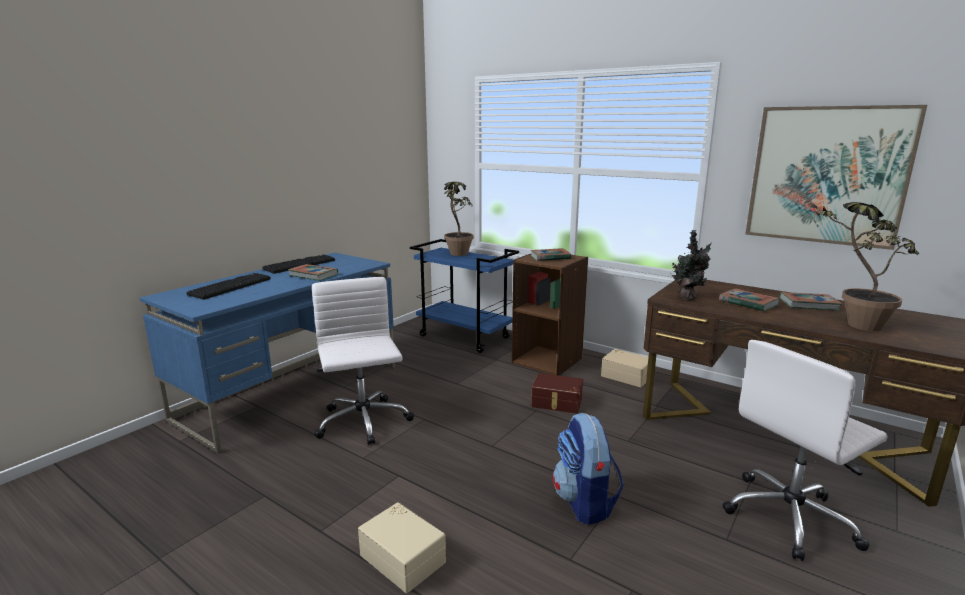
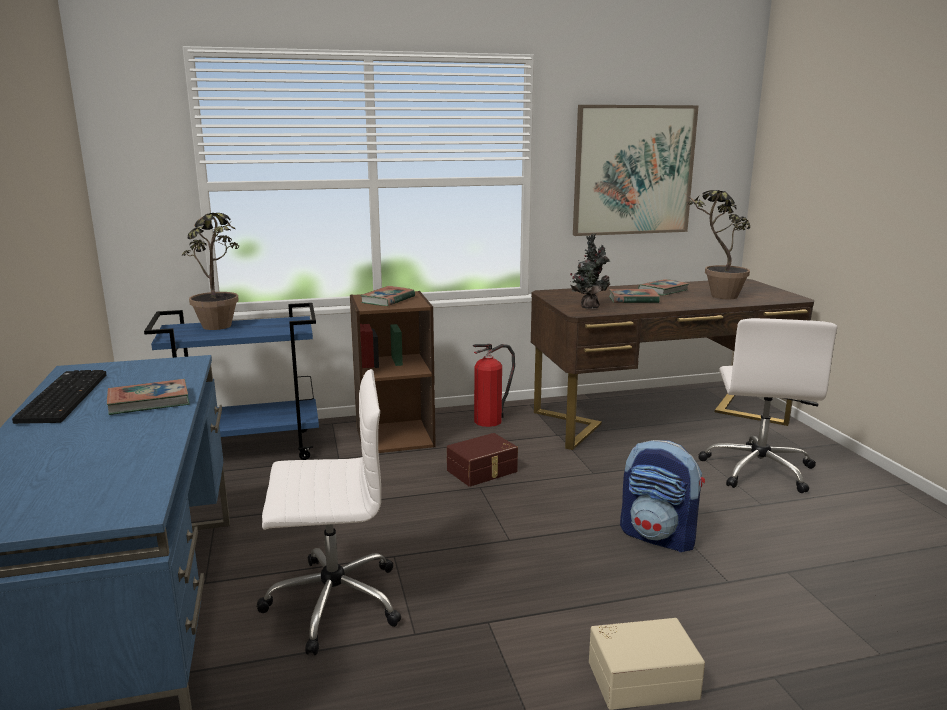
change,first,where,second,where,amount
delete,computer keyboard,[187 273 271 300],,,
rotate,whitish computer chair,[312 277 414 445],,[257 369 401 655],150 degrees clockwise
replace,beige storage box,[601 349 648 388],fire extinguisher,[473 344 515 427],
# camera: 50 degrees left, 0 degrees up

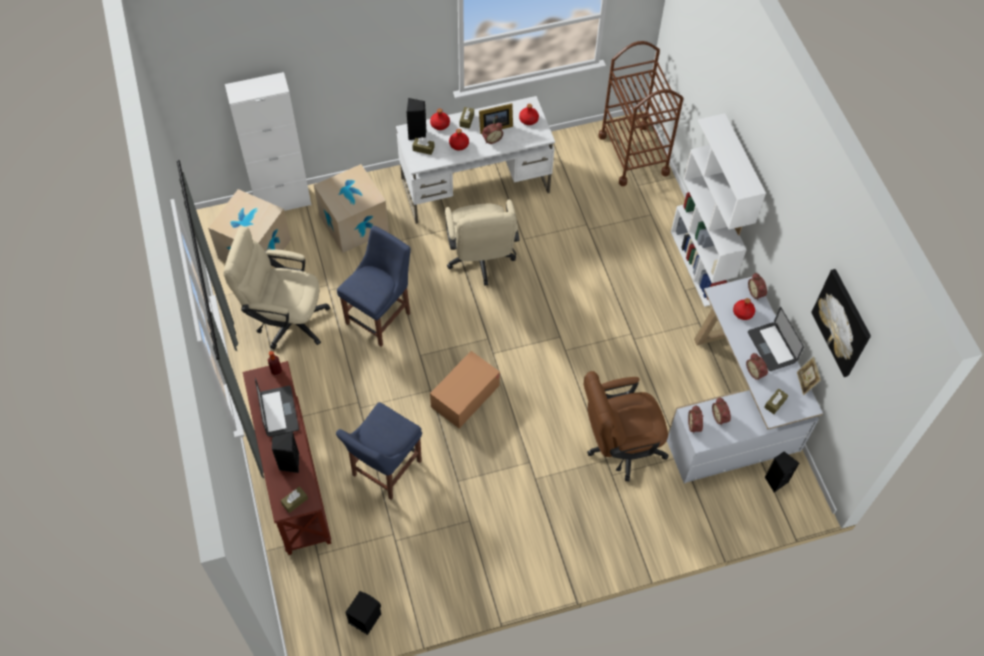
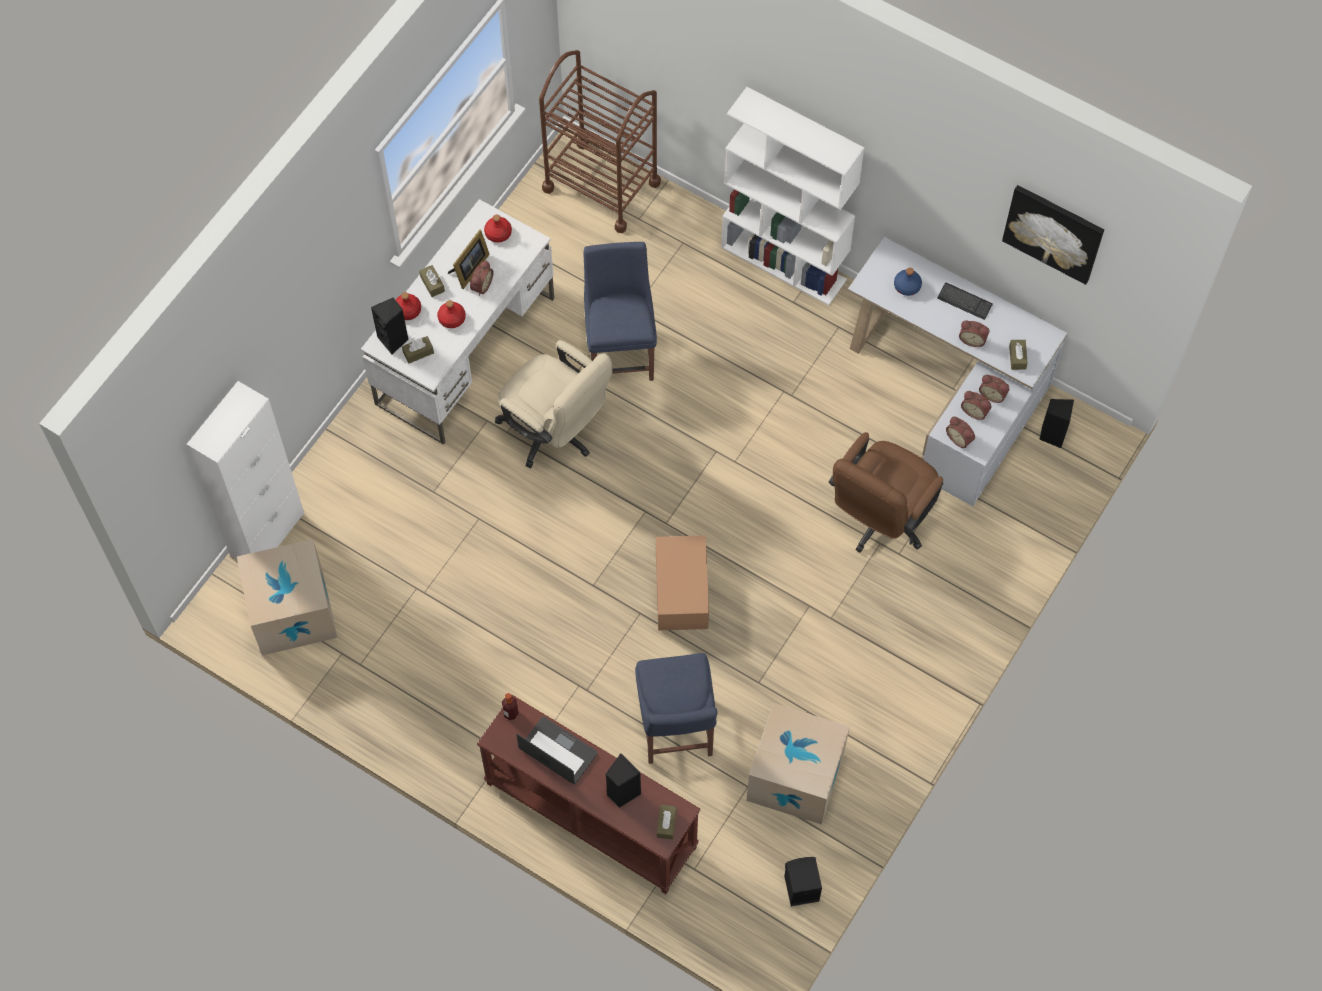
change,first,where,second,where,amount
delete,beige computer chair,[224 227 331 349],,,
move,packing box,[314 164 389 253],,[746 703 850 825],
move,blue chair,[337 226 411 347],,[583 242 657 381],
recolor,reddish bottle,[733 298 755 320],blue bottle,[894 268 922 296],
move,alarm clock,[748 273 767 300],,[979 375 1009 403],
replace,notebook computer,[748 307 804 371],computer keyboard,[937 283 993 320],
delete,standing frame,[797 357 821 395],,,
# camera: 40 degrees left, 5 degrees up

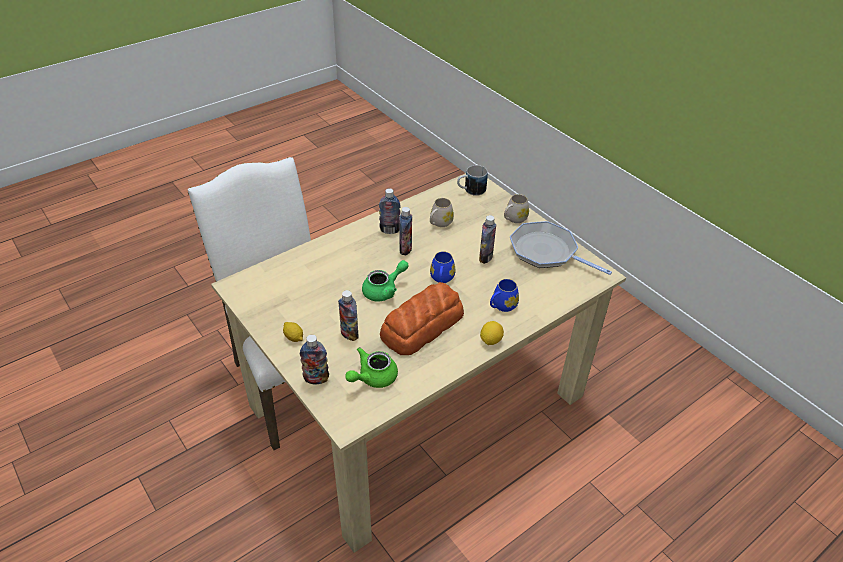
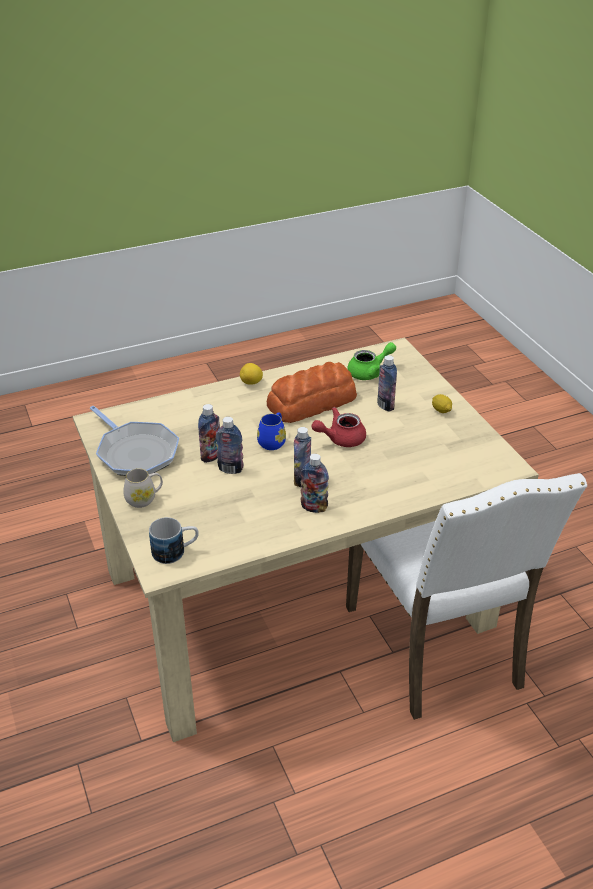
change,first,where,second,where,amount
move,bottle,[300 335 329 384],,[216 417 244 474],
recolor,green teapot,[362 260 409 302],reddish teapot,[312 407 366 447],
delete,whitish mug,[430 198 454 227],,,
delete,blue mug,[490 279 519 312],,,
# camera: 165 degrees left, 5 degrees down

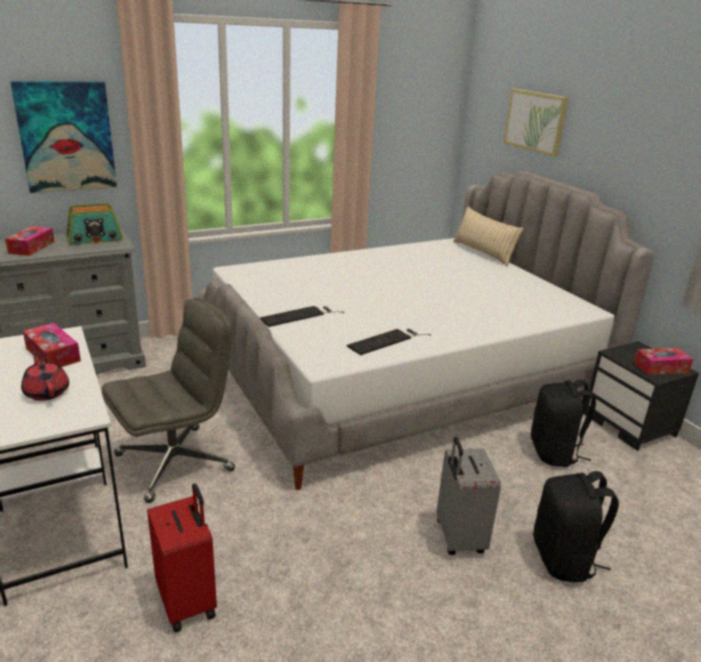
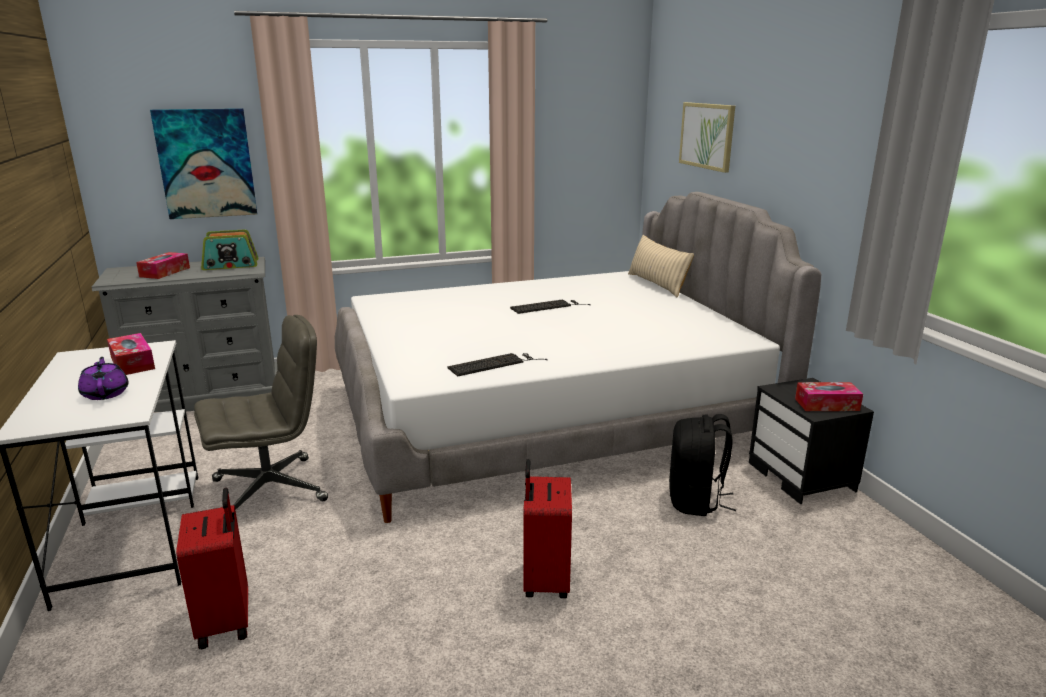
change,first,where,second,where,amount
recolor,reddish teapot,[21 354 69 401],purplish teapot,[78 357 129 400],
move,computer keyboard,[260 306 345 327],,[510 300 591 314],
recolor,greyish suitcase,[437 437 501 555],reddish suitcase,[523 459 572 598],
delete,black-coloured backpack,[533 471 619 582],,,
# camera: 10 degrees right, 5 degrees down

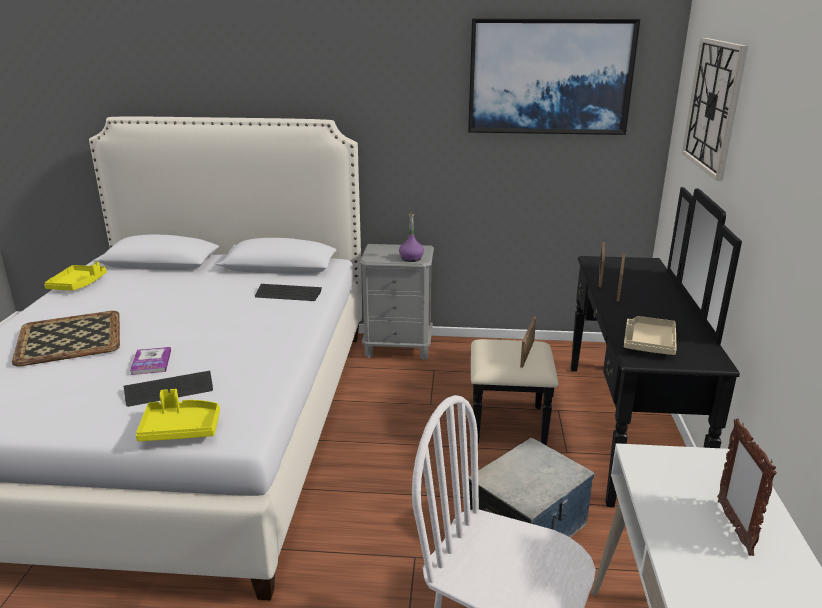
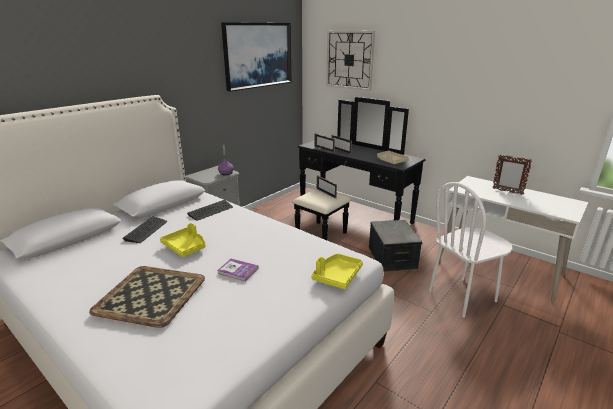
change,first,where,second,where,amount
move,yellow-coloured carrying tray,[44 262 107 290],,[160 223 206 257],
move,computer keyboard,[124 371 213 407],,[122 216 167 243],
# camera: 55 degrees left, 0 degrees up

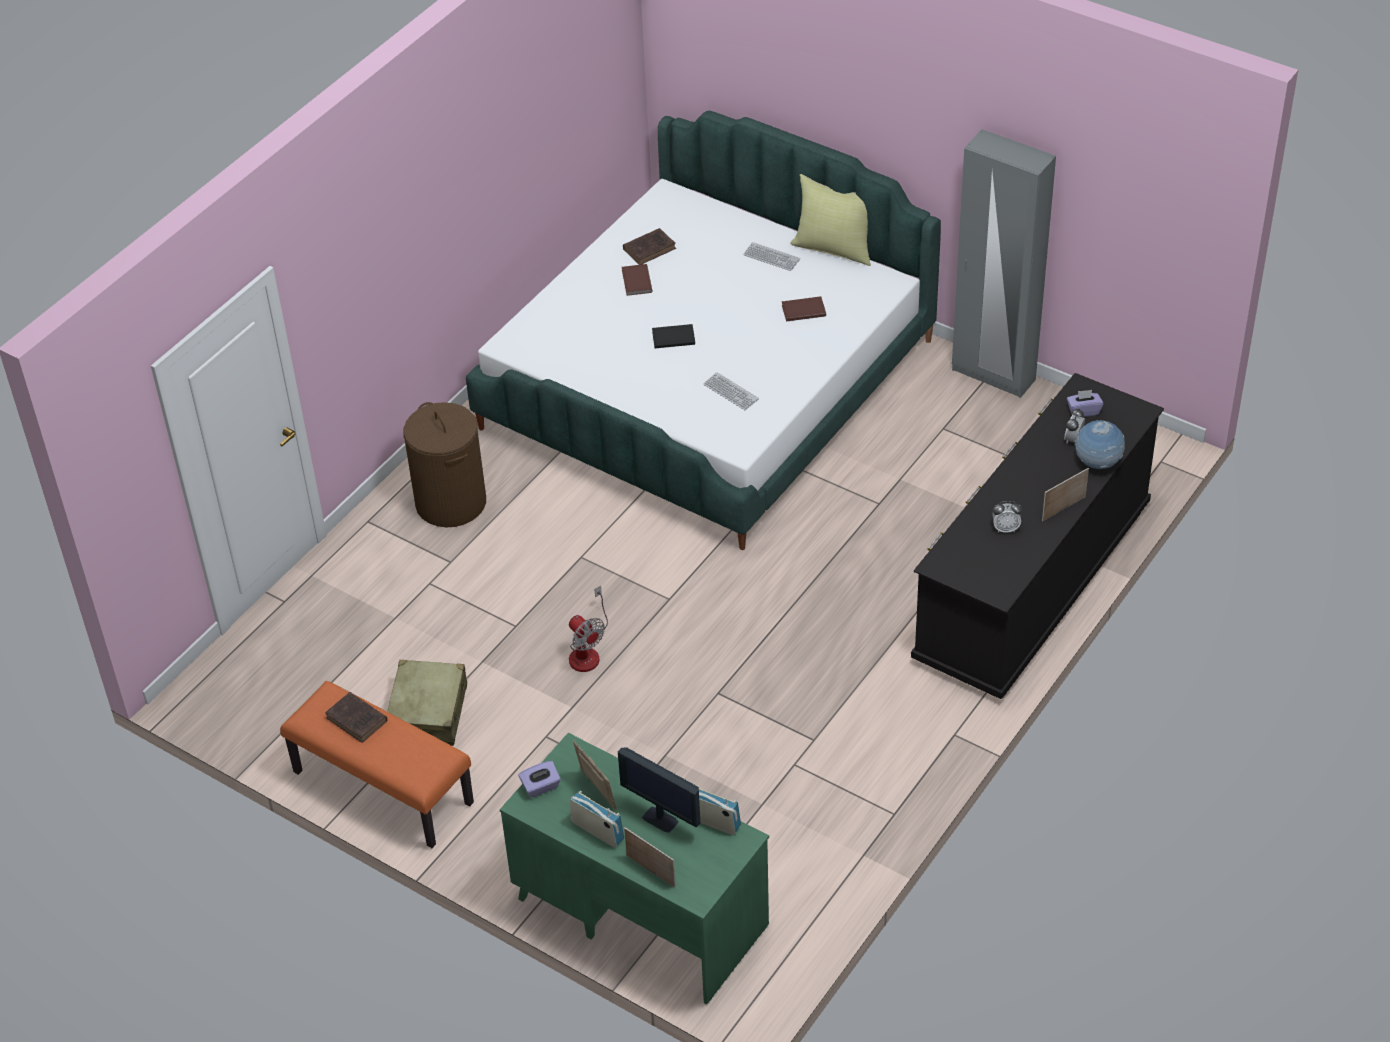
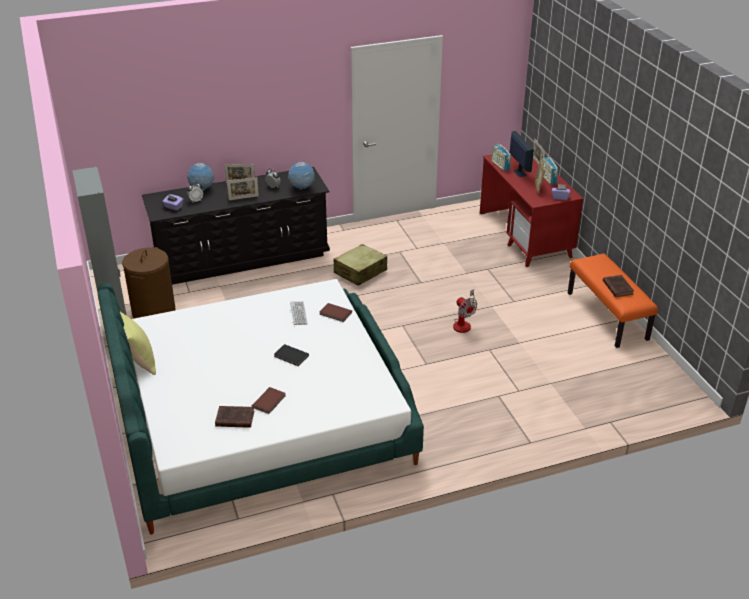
change,first,where,second,where,amount
move,beige suitcase,[387 660 467 746],,[334 244 387 286],
move,brown-coloured laundry basket,[403 402 486 527],,[122 247 176 318],
recolor,green desk table,[500 733 769 1005],reddish desk table,[480 151 584 267],
rotate,fan,[569 586 608 672],,[453 289 477 333],150 degrees clockwise
delete,computer keyboard,[743 242 800 271],,,
move,brown-coloured bound book,[782 296 826 322],,[319 303 352 322],
insert,,,standing frame,[227 177 259 200],
insert,,,world globe,[288 162 315 190],
# camera: 145 degrees left, 10 degrees down

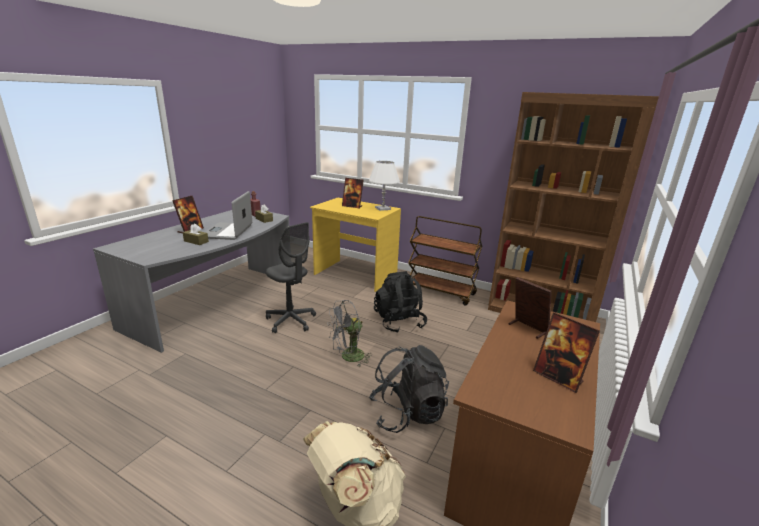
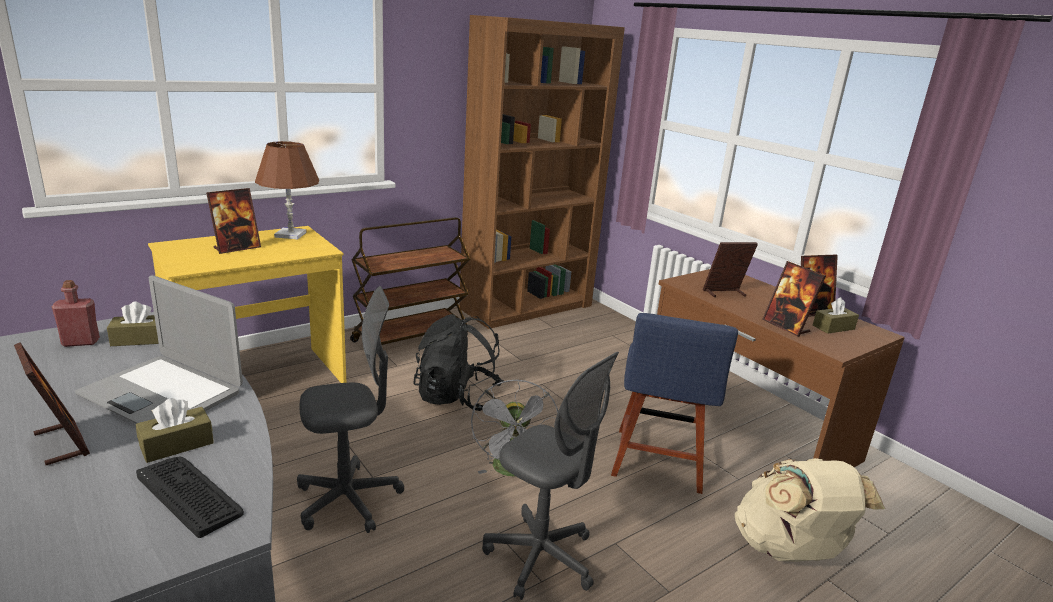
change,first,where,second,where,amount
recolor,whitish lamp for a table,[369 161 400 211],brown-coloured lamp for a table,[255 141 319 239],
replace,black-coloured backpack,[369 345 449 433],blue chair,[611 313 738 494],
insert,,,computer keyboard,[136 457 244 538],
insert,,,greyish computer chair,[482 352 619 600],
insert,,,standing frame,[763 261 826 337],
insert,,,brown-coloured box of tissues,[813 297 859 334],
# camera: 65 degrees left, 0 degrees up

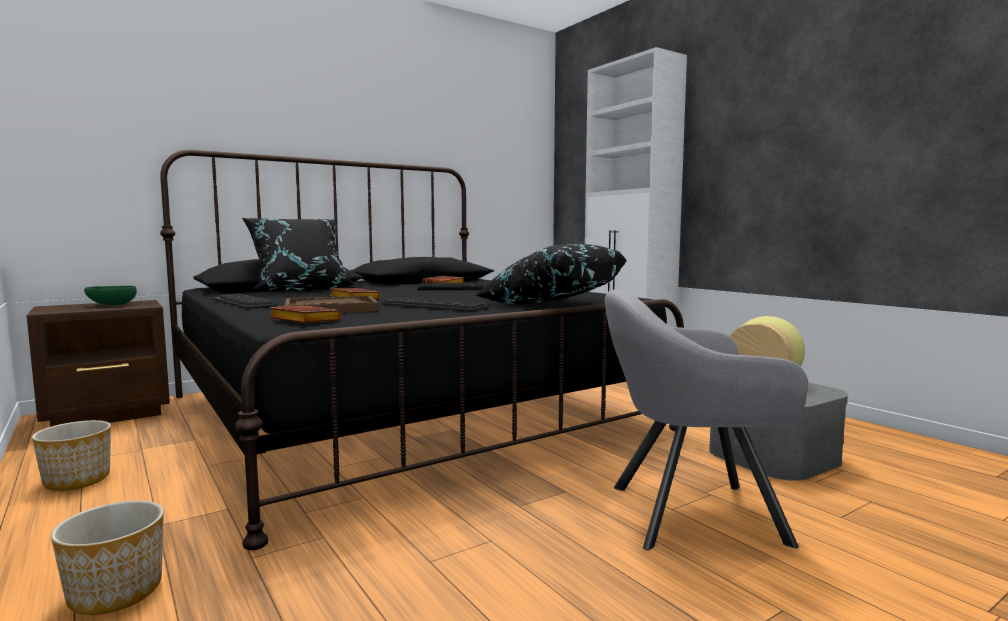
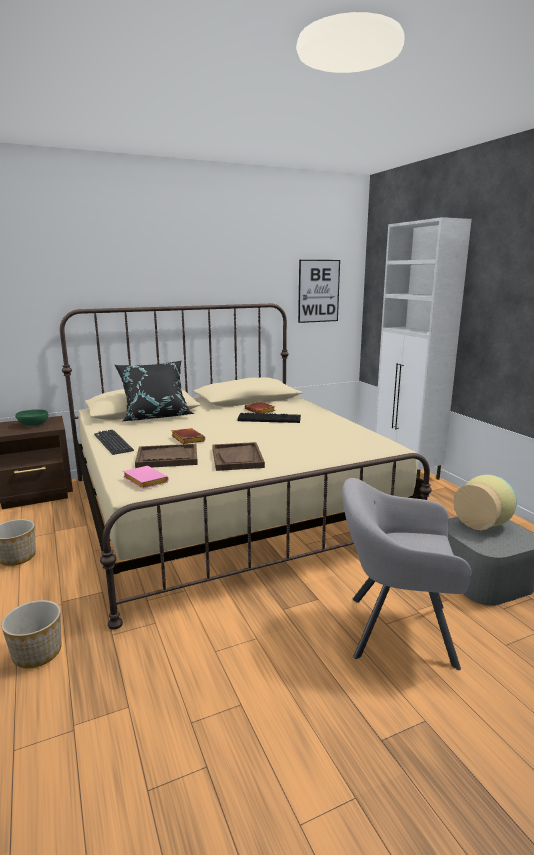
change,first,where,second,where,amount
recolor,black-coloured bed,[160 150 684 550],beige bed,[60 304 432 630],
recolor,brown-coloured bound book,[269 306 342 323],pink bound book,[123 466 169 489],
replace,computer keyboard,[381 298 489 312],brown-coloured carrying tray,[212 442 265 471],
delete,black-coloured pillow,[475 244 627 304],,,
insert,,,picture,[298 260 340 323],
# camera: 10 degrees right, 10 degrees up

